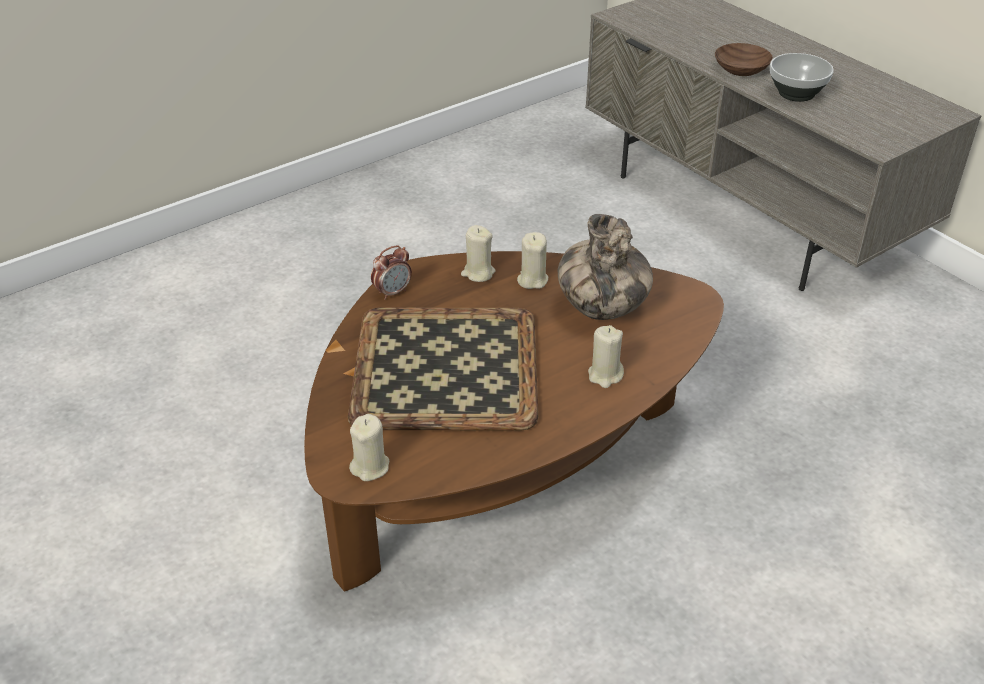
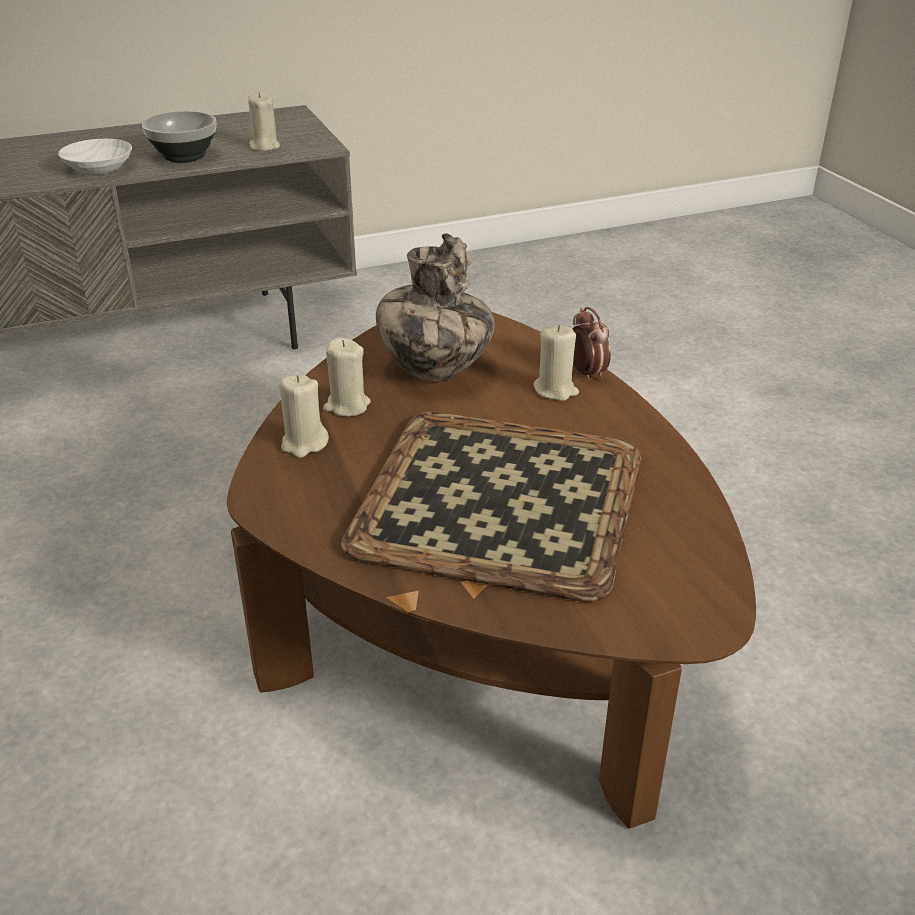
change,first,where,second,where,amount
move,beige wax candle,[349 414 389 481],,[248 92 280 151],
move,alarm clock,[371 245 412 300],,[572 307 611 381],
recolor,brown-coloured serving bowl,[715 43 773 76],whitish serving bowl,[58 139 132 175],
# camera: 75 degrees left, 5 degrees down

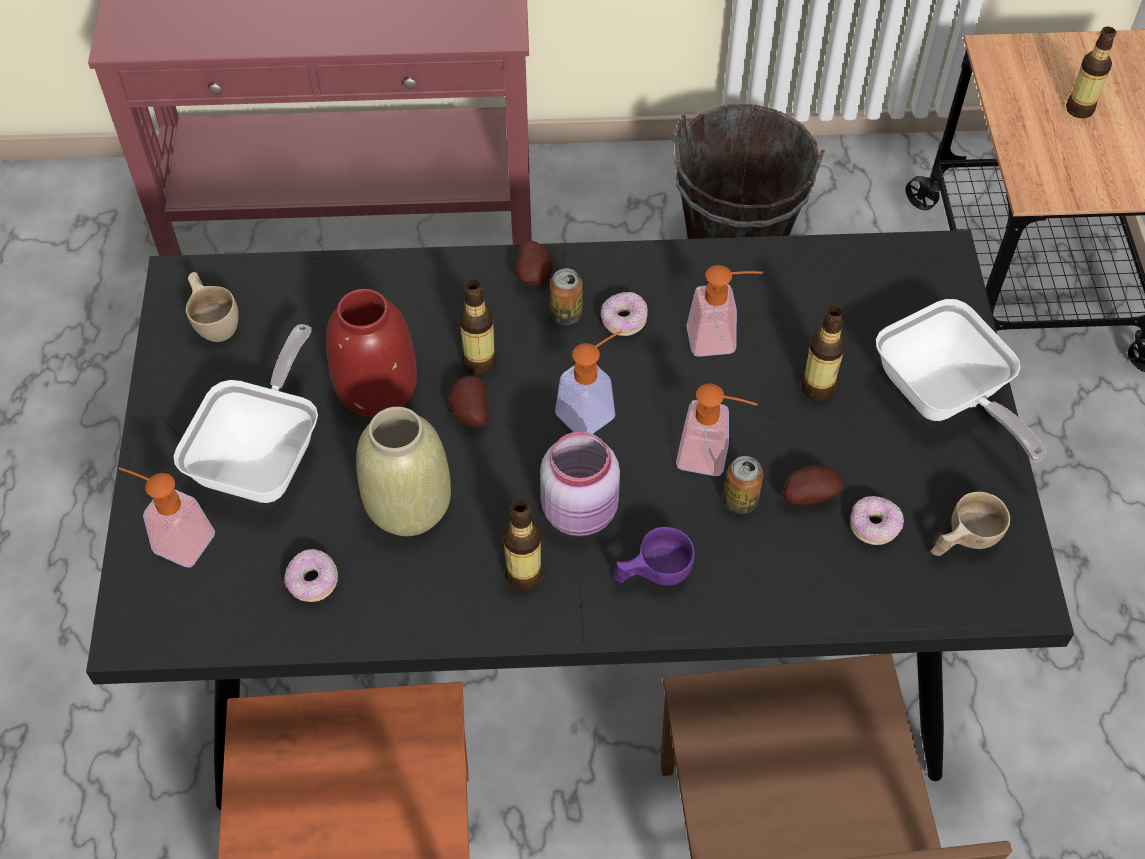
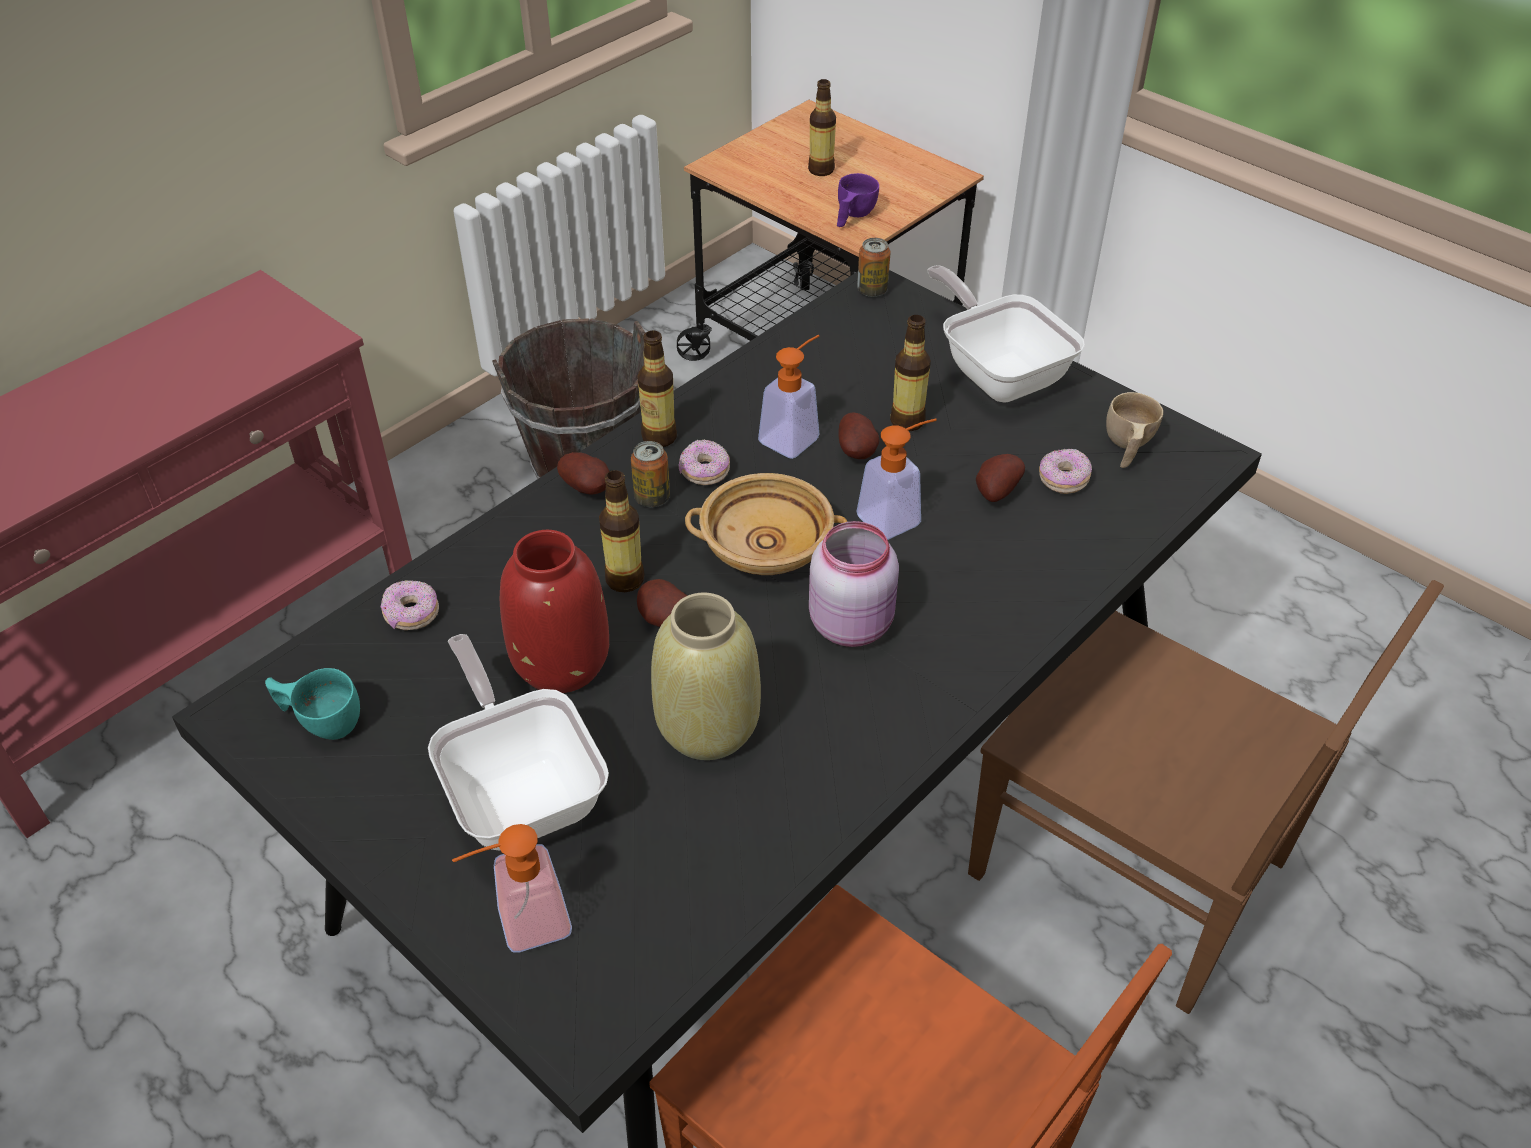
change,first,where,second,where,amount
recolor,beige drinking cup,[186 272 239 342],blue-green drinking cup,[265 668 360 740],
move,ring doughnut,[284 549 338 602],,[381 580 439 630],
move,bottle,[503 499 543 591],,[637 330 677 447],
replace,liquid soap bottle,[555 331 622 434],beige serving bowl,[685 473 848 575],
move,purplish drinking cup,[614 527 695 585],,[837 173 879 227],
move,can,[723 456 763 514],,[857 238 890 297],
rotate,frying pan,[876 299 1046 462],,[927 265 1085 403],135 degrees counterclockwise
insert,,,spud,[838 412 880 459],
# camera: 45 degrees left, 10 degrees down

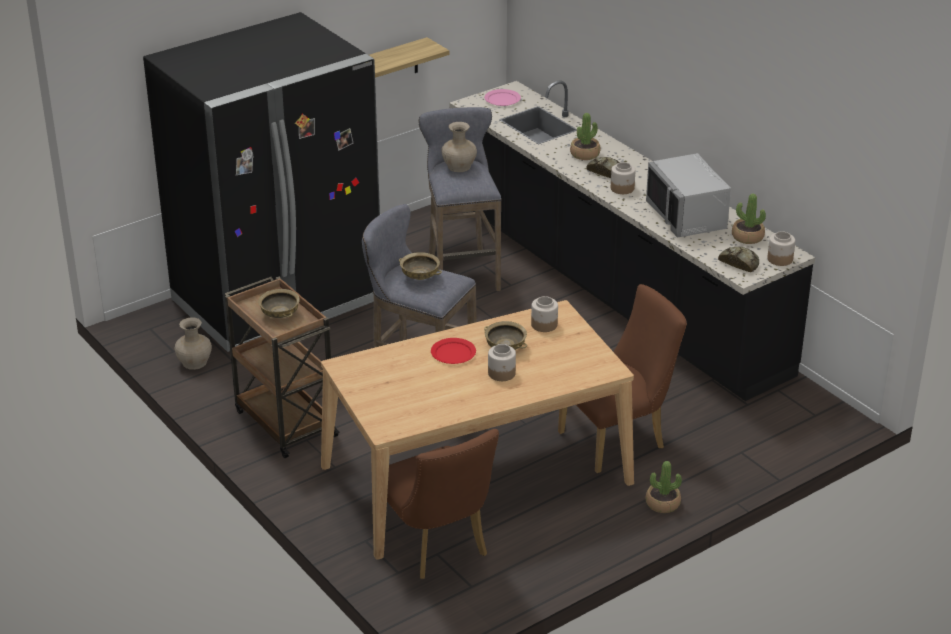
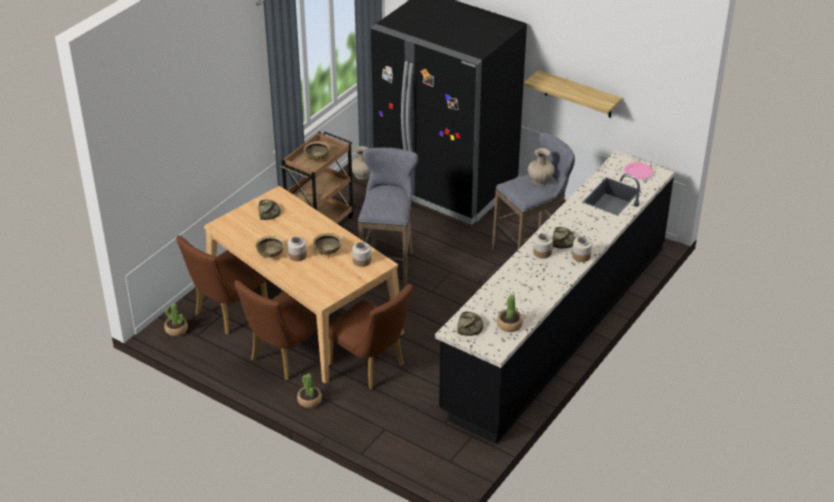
change,first,where,second,where,amount
move,beige serving bowl,[399 252 442 280],,[256 236 285 258],
delete,reddish plate,[431 338 476 364],,,
move,plant in a pot,[570 113 601 160],,[164 303 188 337],
delete,greyish microwave oven,[646 153 731 238],,,
move,preserve jar,[767 231 795 266],,[572 237 592 262],
insert,,,brown-coloured chair,[234 280 318 380],
insert,,,bread,[258 200 281 220],
# camera: 70 degrees right, 5 degrees up

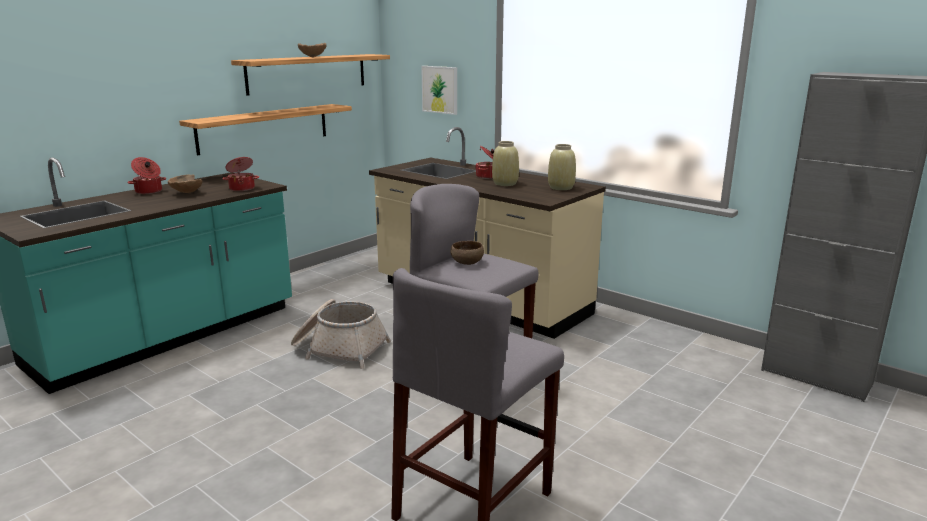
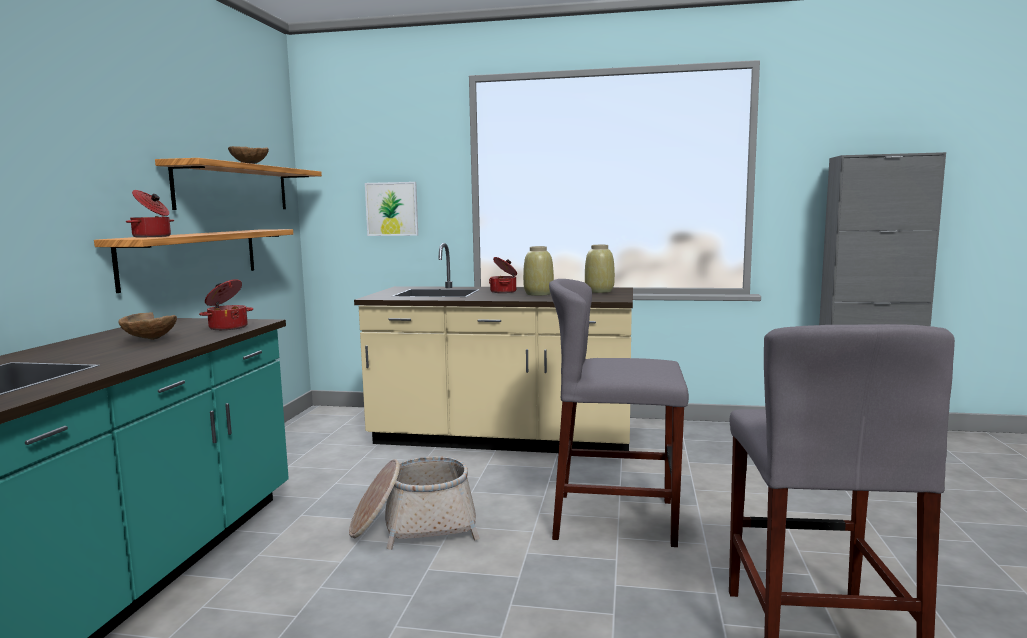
change,first,where,second,where,amount
move,cooking pot,[127 157 166 194],,[126 190 174 237],
delete,brown-coloured serving bowl,[450 241 484 265],,,
# camera: 30 degrees left, 10 degrees down

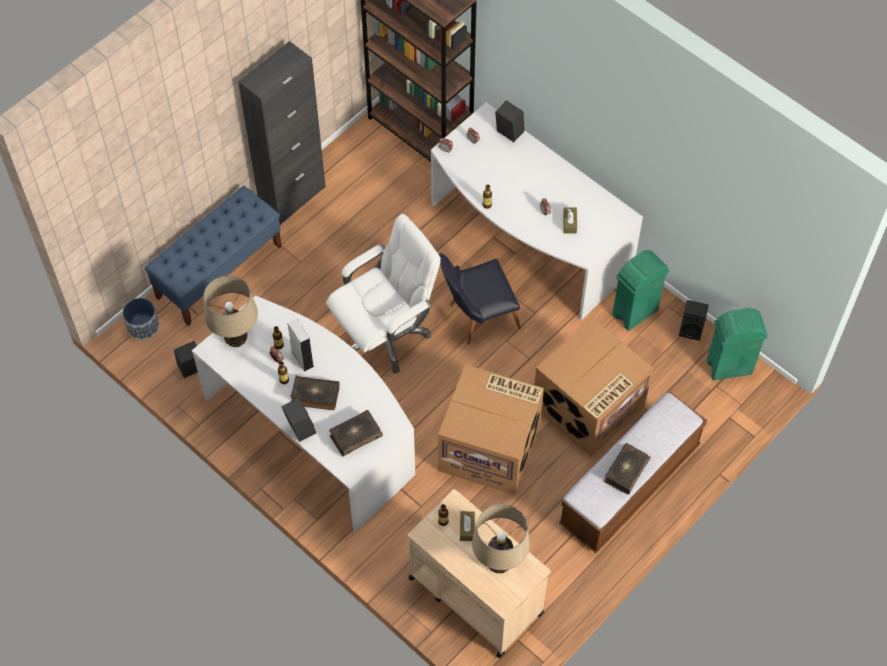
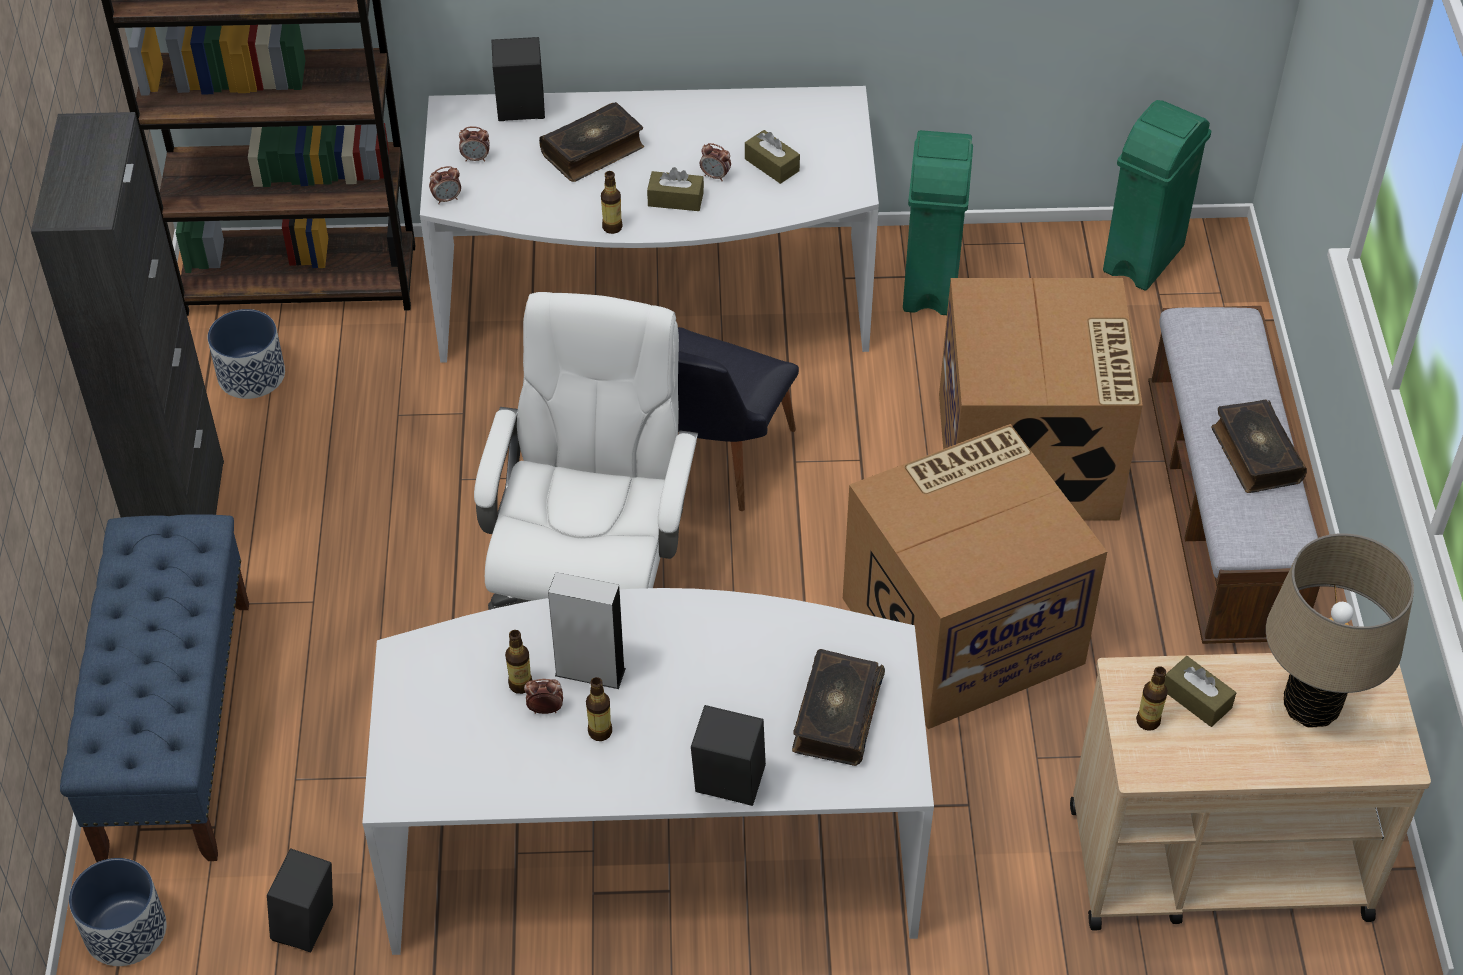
change,first,where,second,where,amount
delete,beige lamp for a table,[203 275 258 347],,,
move,bound book,[291 375 340 410],,[539 102 644 182],
delete,black-coloured audio speaker,[679 300 709 341],,,
insert,,,plant pot,[208 309 285 399],
insert,,,brown-coloured box of tissues,[647 167 704 211],
# camera: 45 degrees left, 10 degrees down

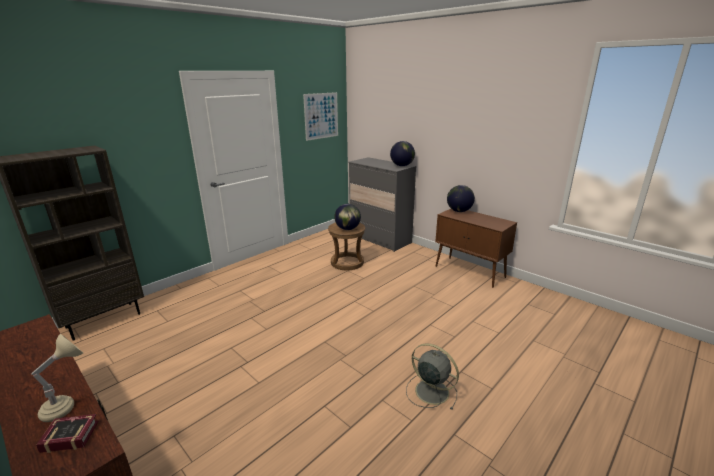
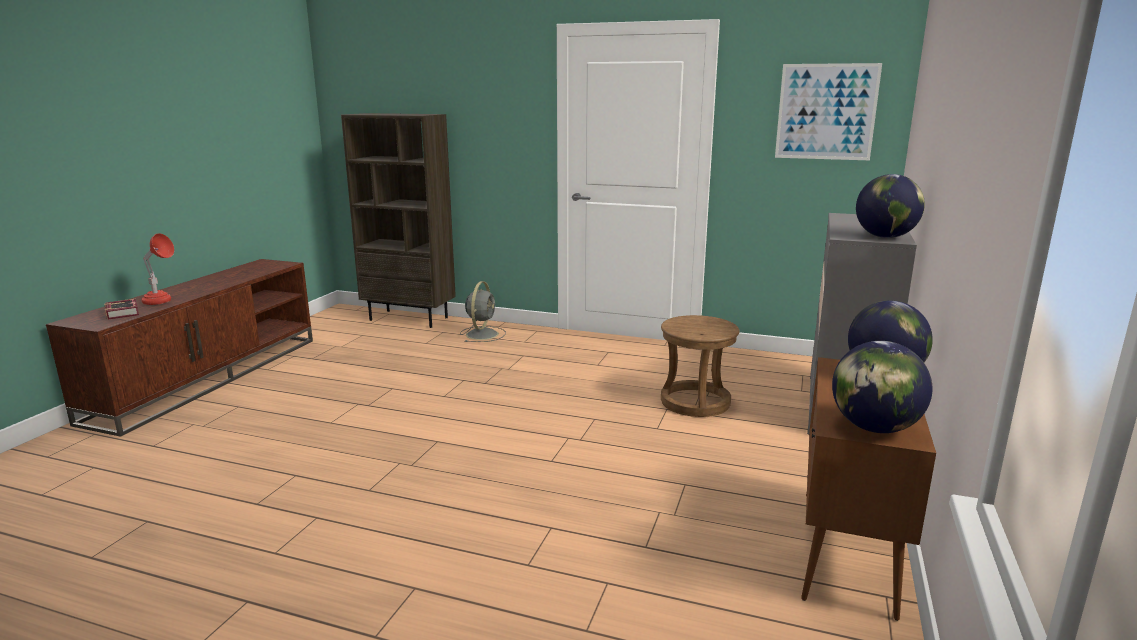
change,first,where,second,where,amount
recolor,beige lamp for a table,[31 334 83 422],reddish lamp for a table,[141 233 174 305],
move,world globe,[334 204 361 230],,[832 341 933 433],
move,greyish fan,[406 343 459 410],,[460 281 506 342],
# camera: 65 degrees right, 5 degrees down

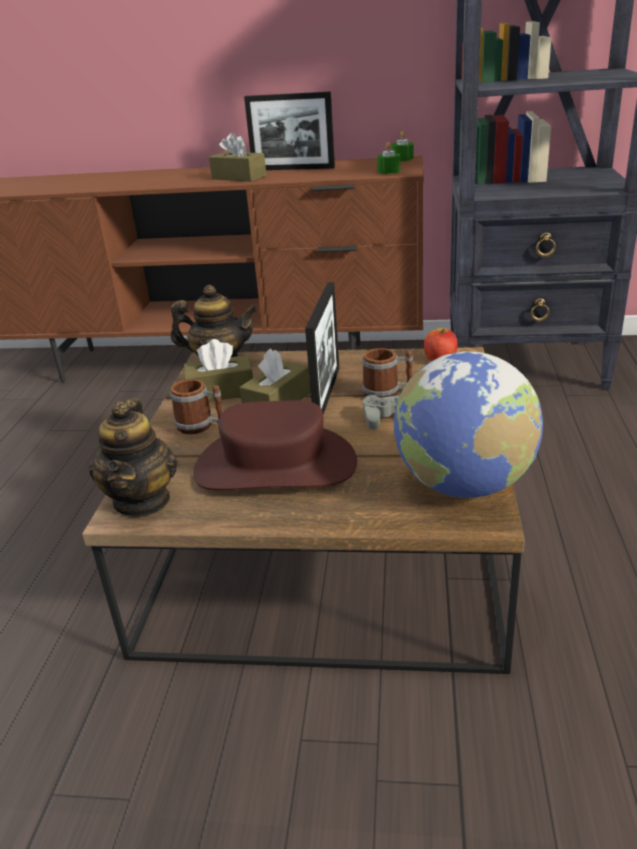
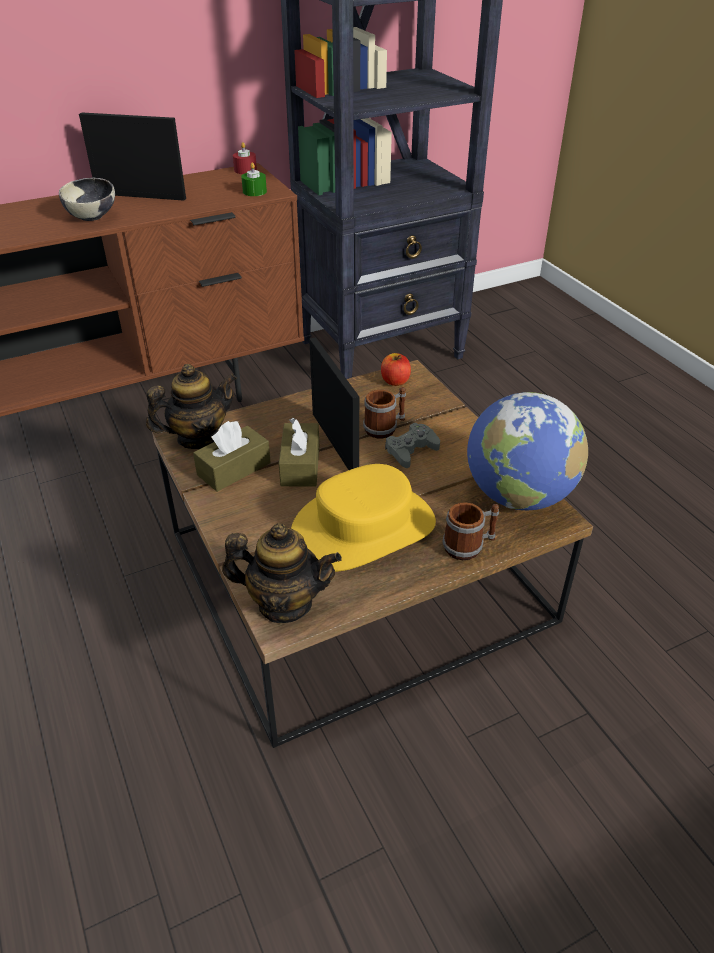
change,first,where,second,where,amount
rotate,teapot,[89 398 178 517],,[222 523 342 623],45 degrees counterclockwise
move,mug,[170 379 223 434],,[443 502 499 560],
recolor,brown-coloured clothing hat,[193 400 357 490],yellow-coloured clothing hat,[291 464 436 572],
replace,brown-coloured box of tissues,[209 132 266 182],serving bowl,[59 177 115 221],
rotate,standing frame,[244 91 335 170],,[79 112 186 201],150 degrees counterclockwise
recolor,green wax candle,[392 131 414 161],reddish wax candle,[233 142 257 174],
# camera: 35 degrees left, 10 degrees up

